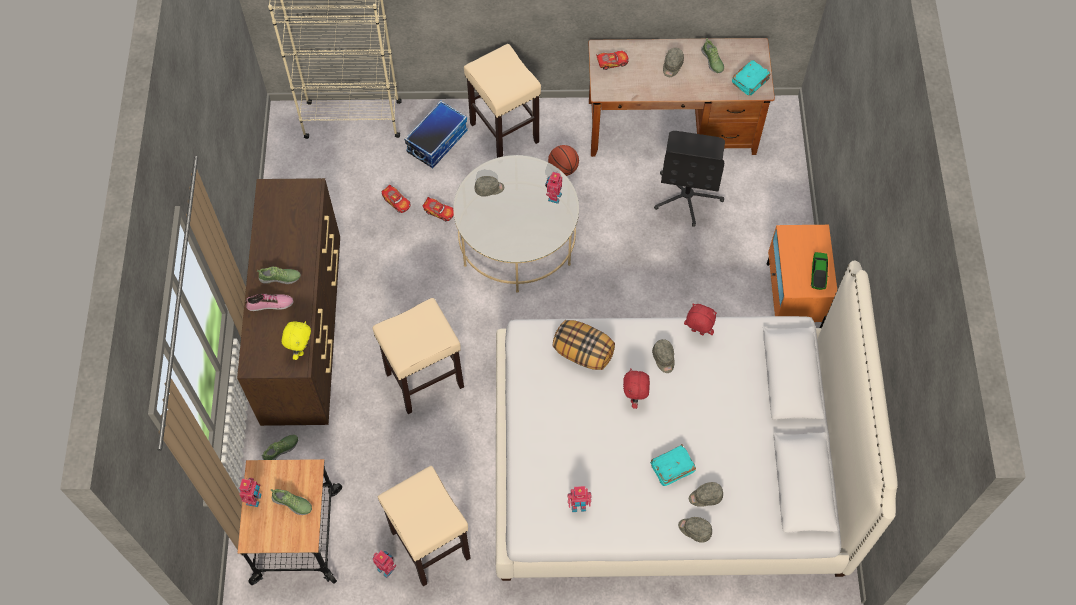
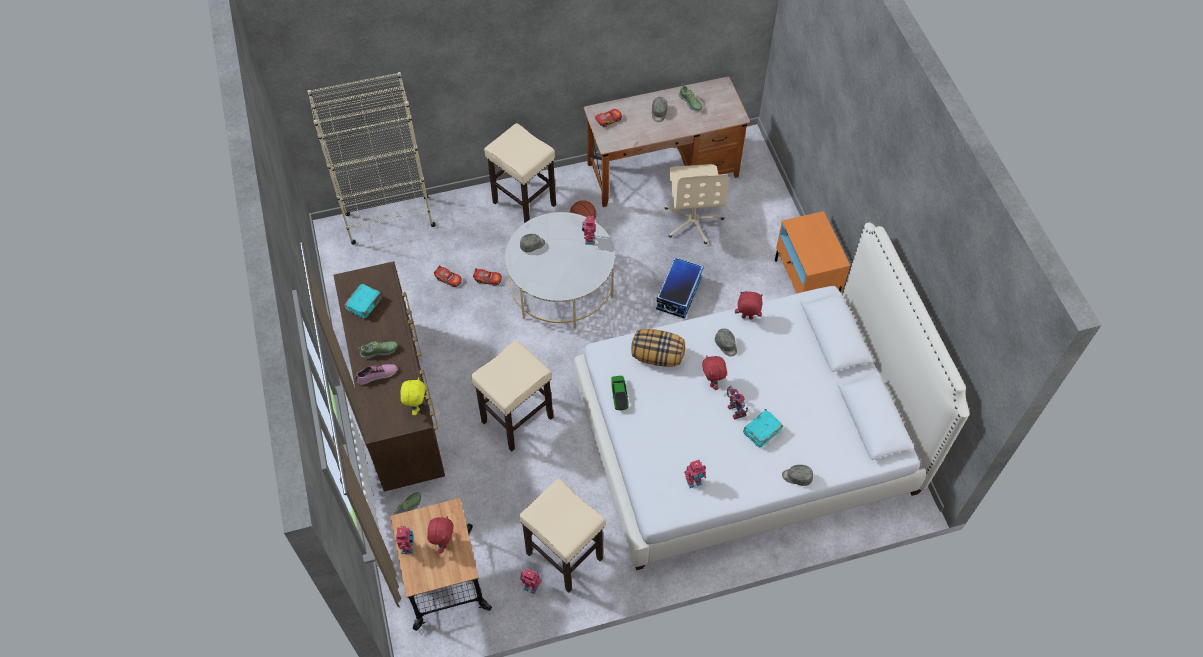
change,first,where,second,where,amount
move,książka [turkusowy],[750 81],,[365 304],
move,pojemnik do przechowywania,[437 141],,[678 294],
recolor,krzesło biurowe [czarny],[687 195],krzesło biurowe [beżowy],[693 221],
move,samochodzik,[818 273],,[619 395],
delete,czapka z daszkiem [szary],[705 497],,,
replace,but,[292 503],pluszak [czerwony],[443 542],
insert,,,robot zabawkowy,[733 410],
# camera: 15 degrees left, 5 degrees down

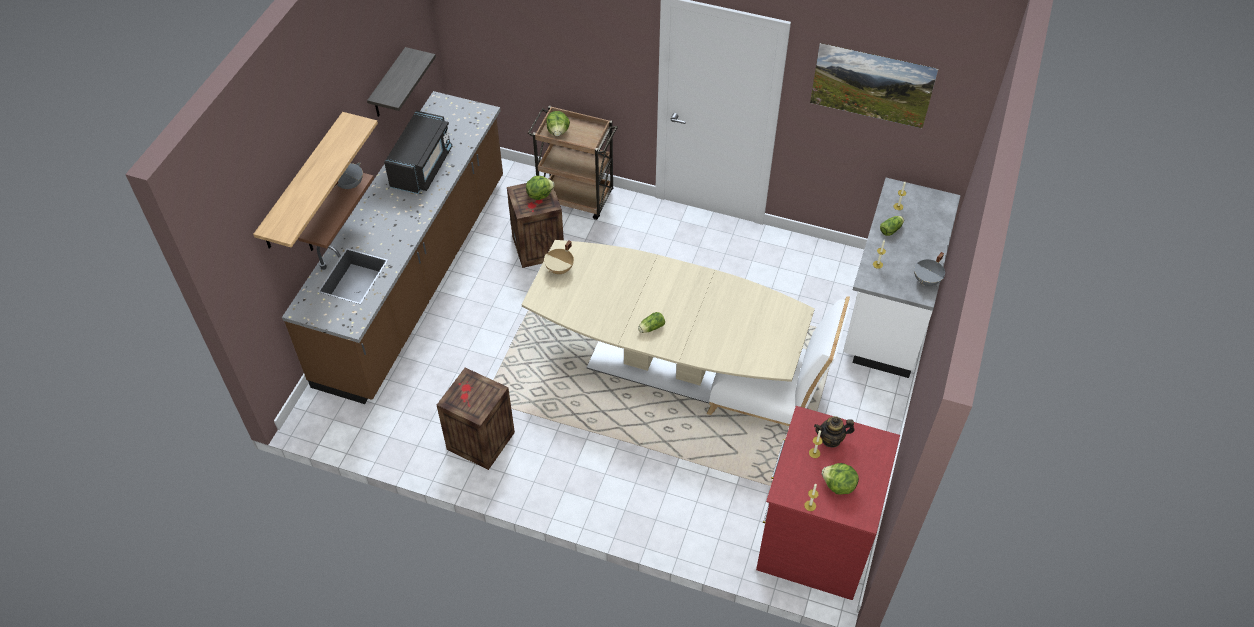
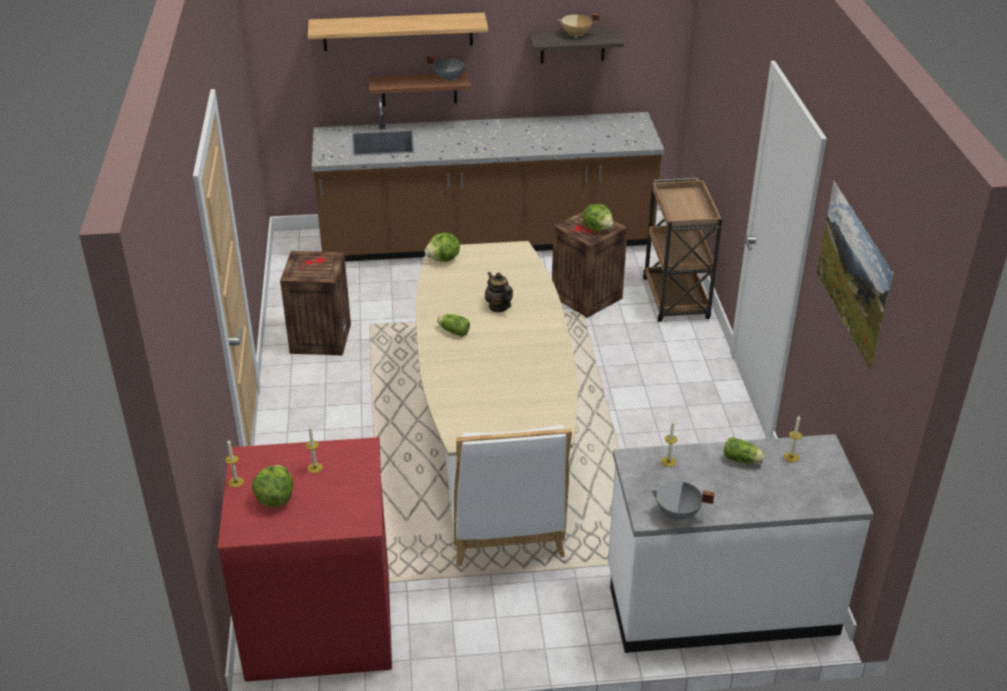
change,first,where,second,where,amount
delete,mikrofalówka [czarny],[422 167],,,
move,sałata,[558 131],,[443 259],
move,garnek [beżowy],[560 269],,[576 35],
move,imbryk,[831 439],,[498 306],
# camera: 65 degrees right, 15 degrees down

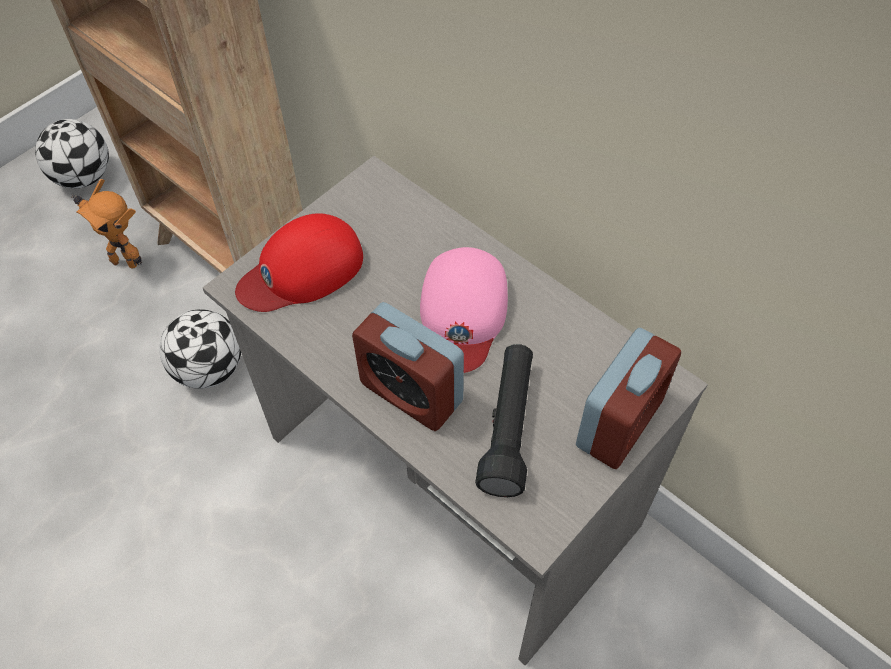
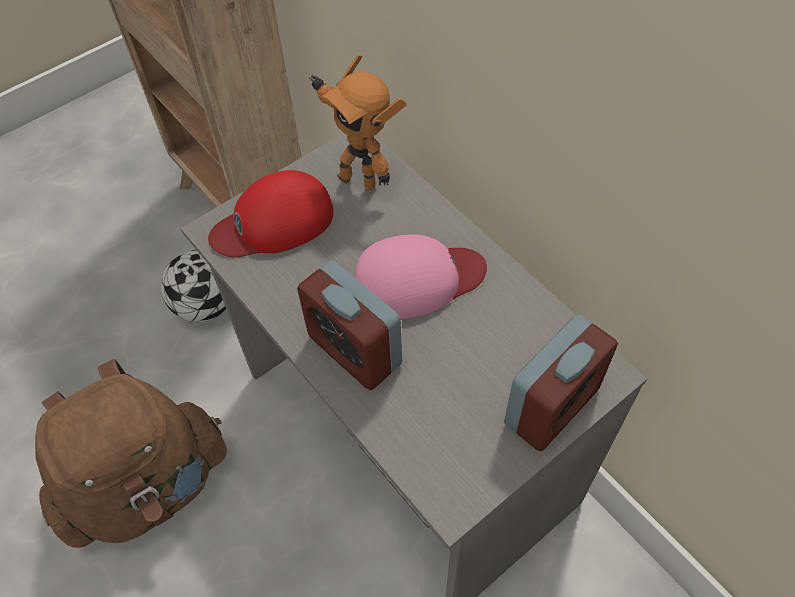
change,first,where,second,where,amount
delete,piłka futbolowa,[84 177],,,
move,robot zabawkowy,[126 260],,[359 178],
rotate,czapka z daszkiem [różowy],[463 313],,[417 280],120 degrees counterclockwise
delete,latarka [czarny],[508 427],,,
insert,,,plecak [brązowy],[149 486],
# camera: 10 degrees right, 0 degrees up

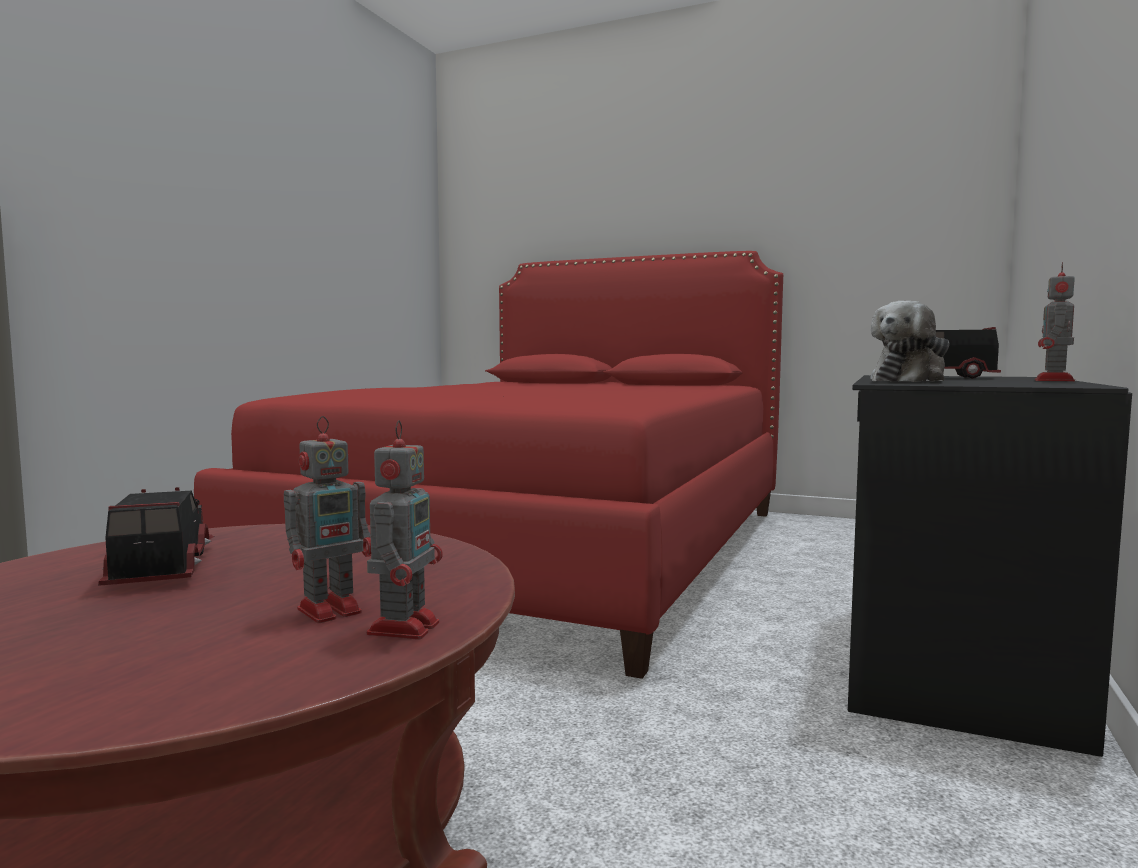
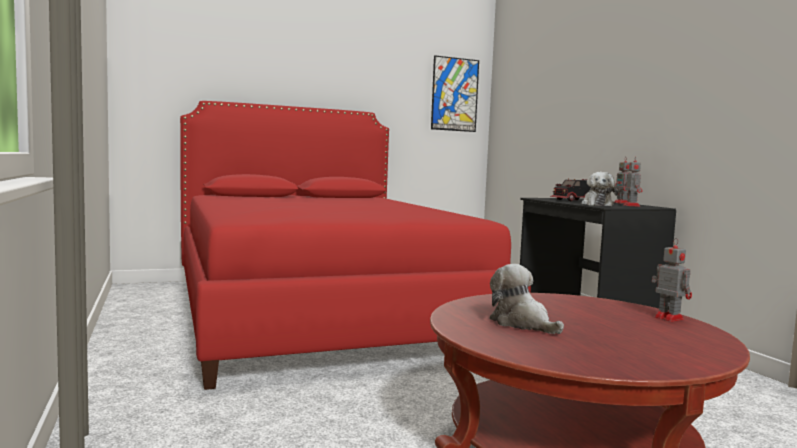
change,first,where,second,where,amount
move,robot zabawkowy,[332 610],,[631 205],
replace,ciężarówka zabawkowa,[159 568],pluszak,[522 324],
insert,,,obraz,[454 94],
# camera: 45 degrees left, 0 degrees up

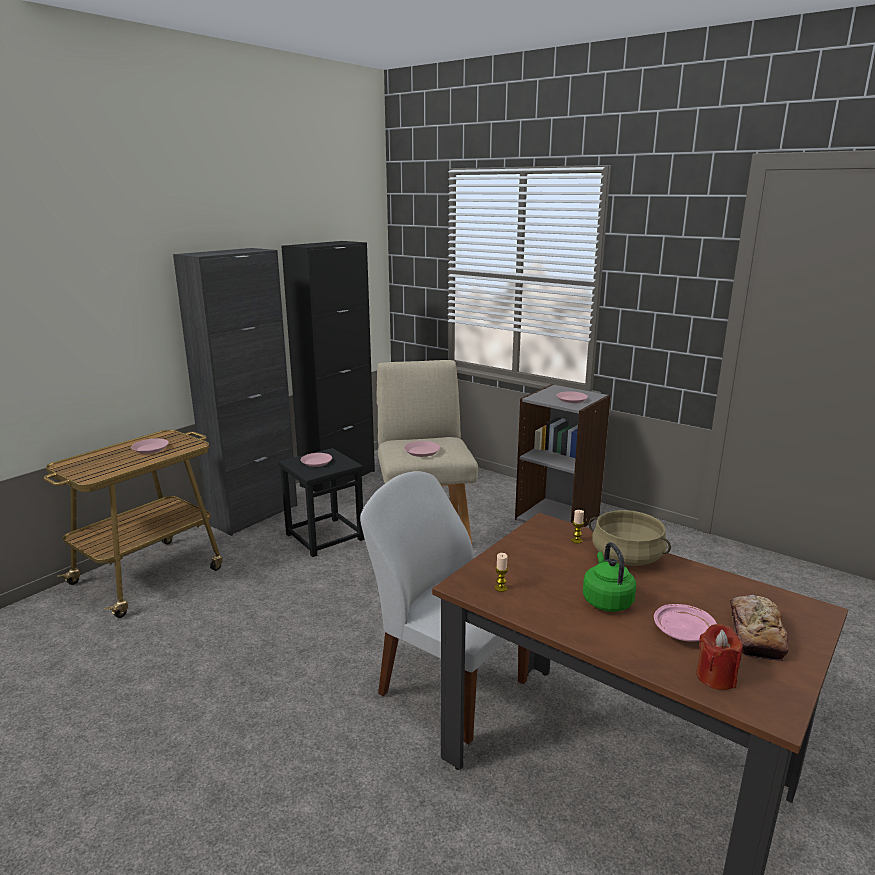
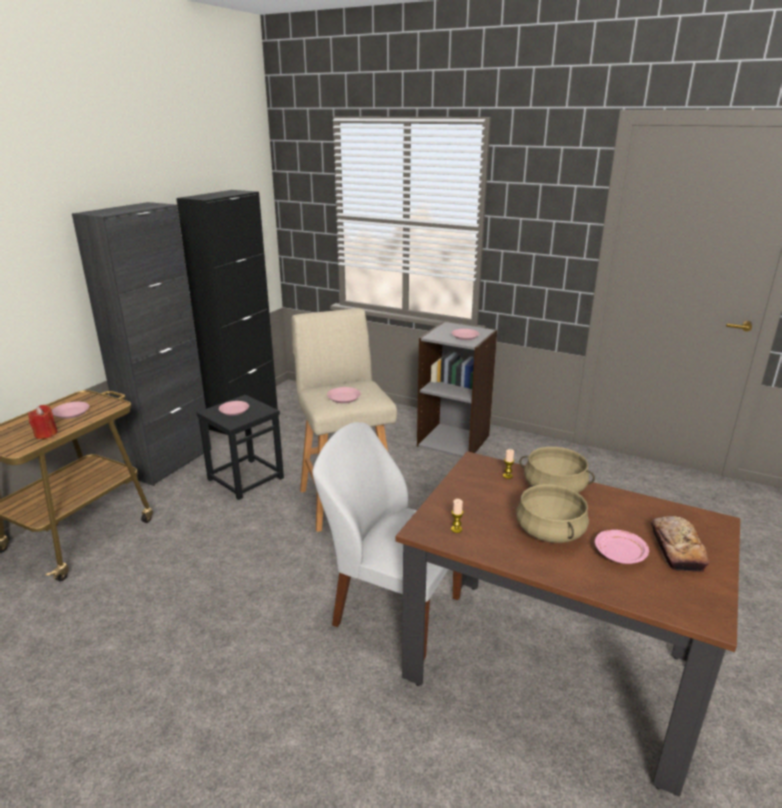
change,first,where,second,where,amount
replace,czajnik [zielony],[606 600],garnek [beżowy],[549 531],
move,świeca [czerwony],[715 677],,[46 434],
# camera: 10 degrees left, 5 degrees up

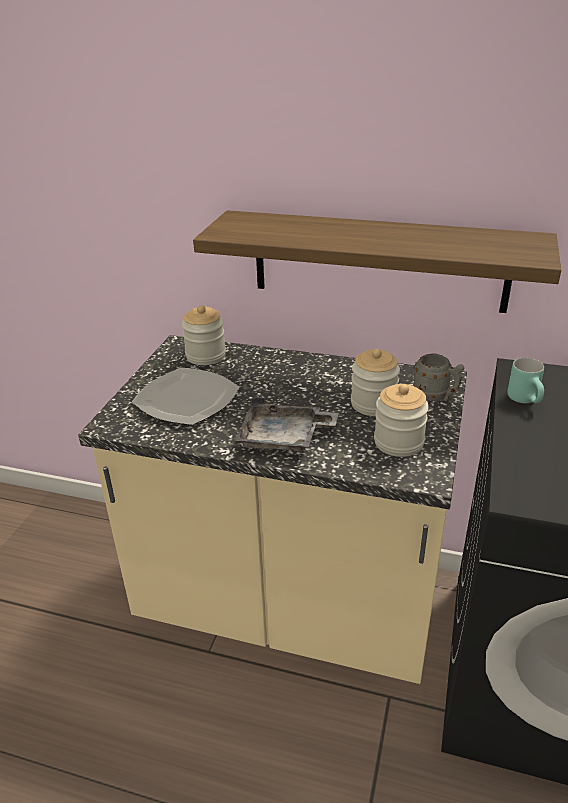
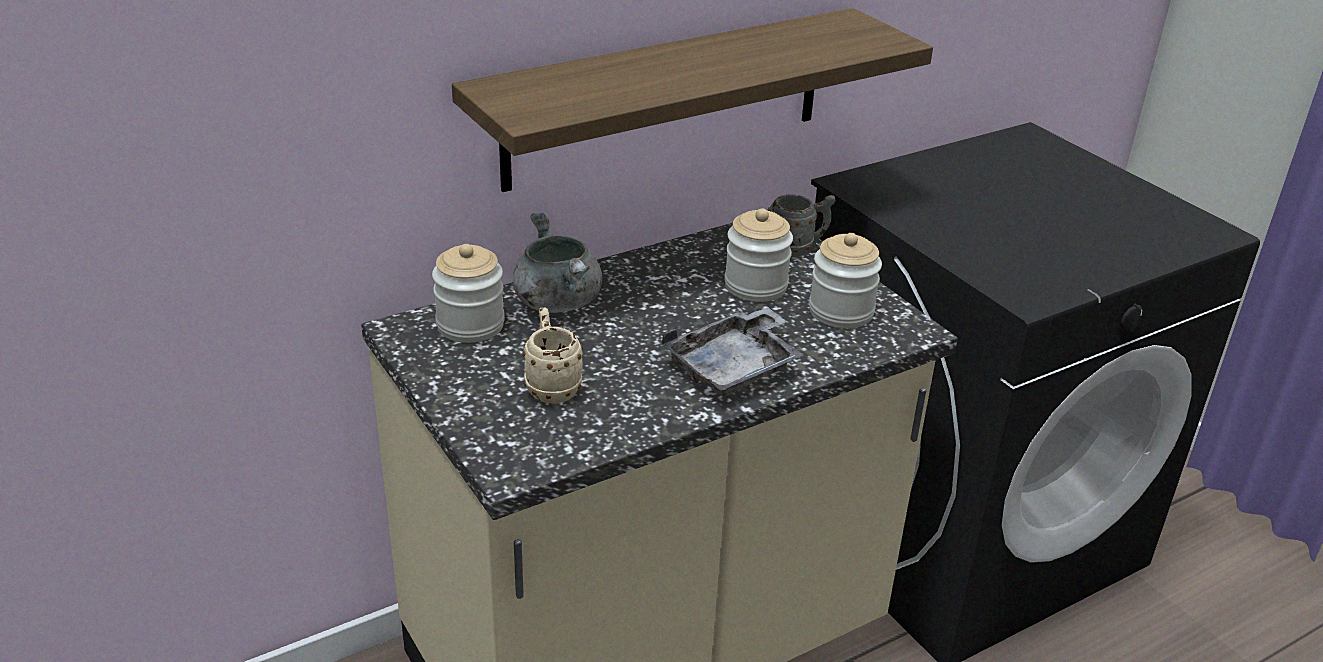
change,first,where,second,where,amount
delete,kubek [turkusowy],[527 400],,,
replace,talerz,[188 399],kubek [beżowy],[551 386],
insert,,,garnek [szary],[555 301],
# camera: 50 degrees left, 0 degrees up

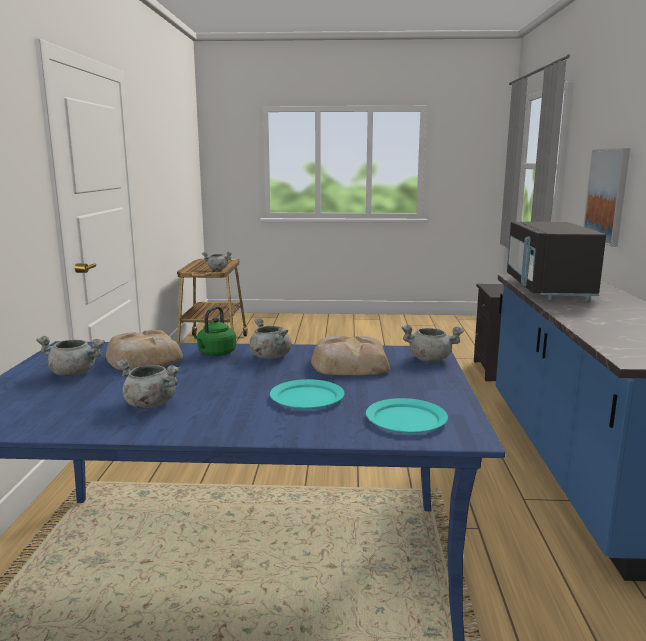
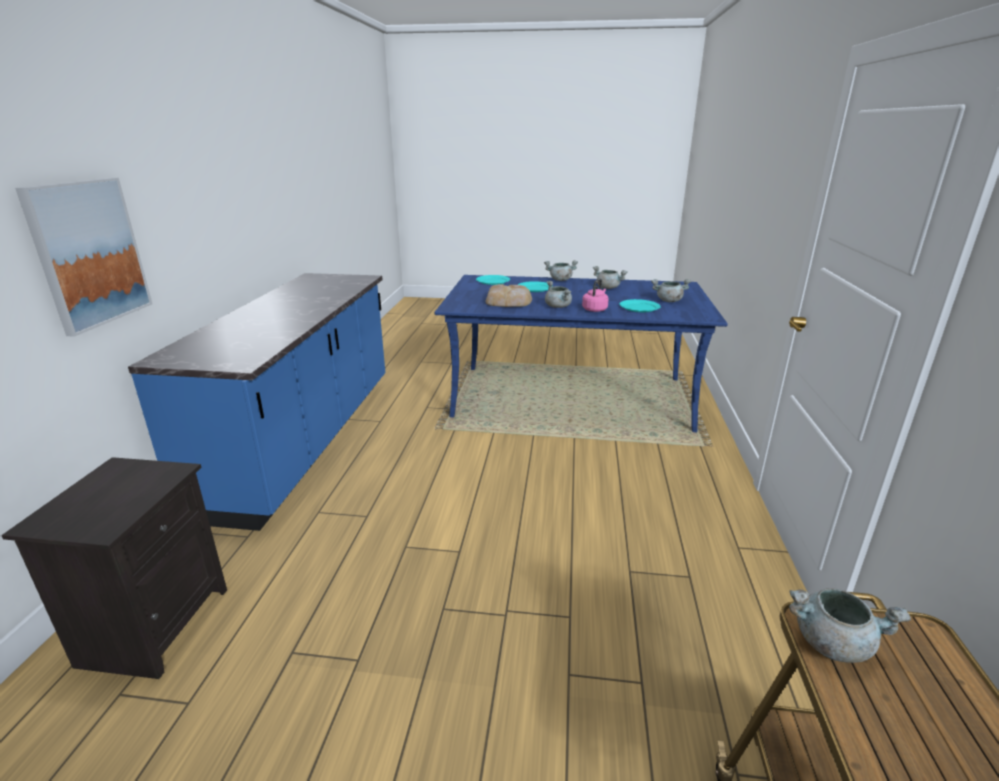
change,first,where,second,where,amount
delete,mikrofalówka [czarny],[548 289],,,
recolor,czajnik [zielony],[215 354],czajnik [różowy],[595 309],
move,garnek [szary],[430 359],,[560 280],
replace,chleb,[143 359],talerz [turkusowy],[639 307],
# camera: 175 degrees left, 10 degrees up

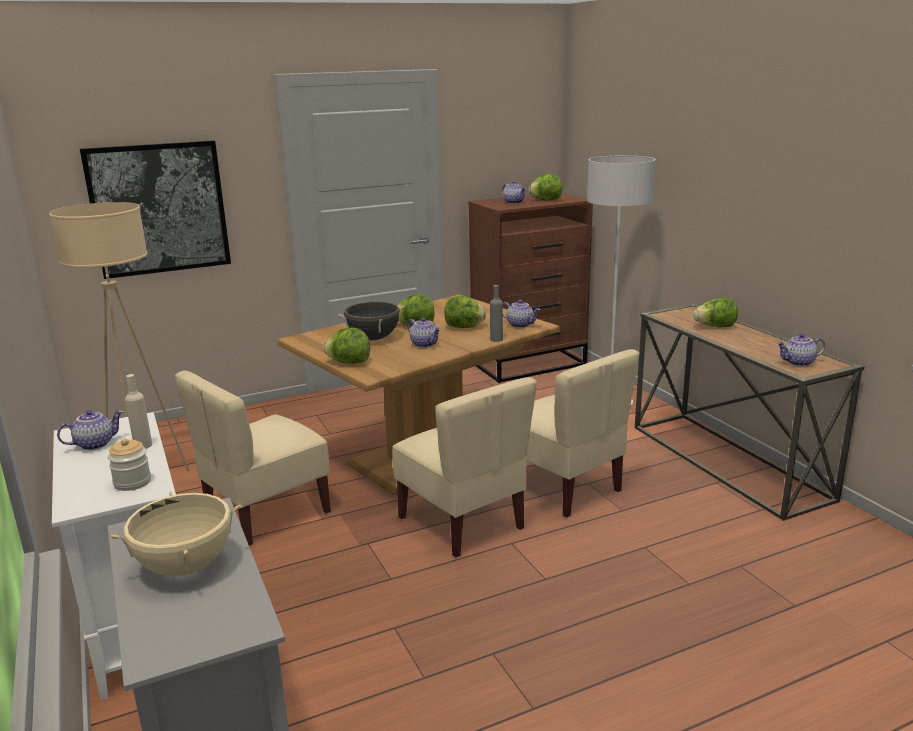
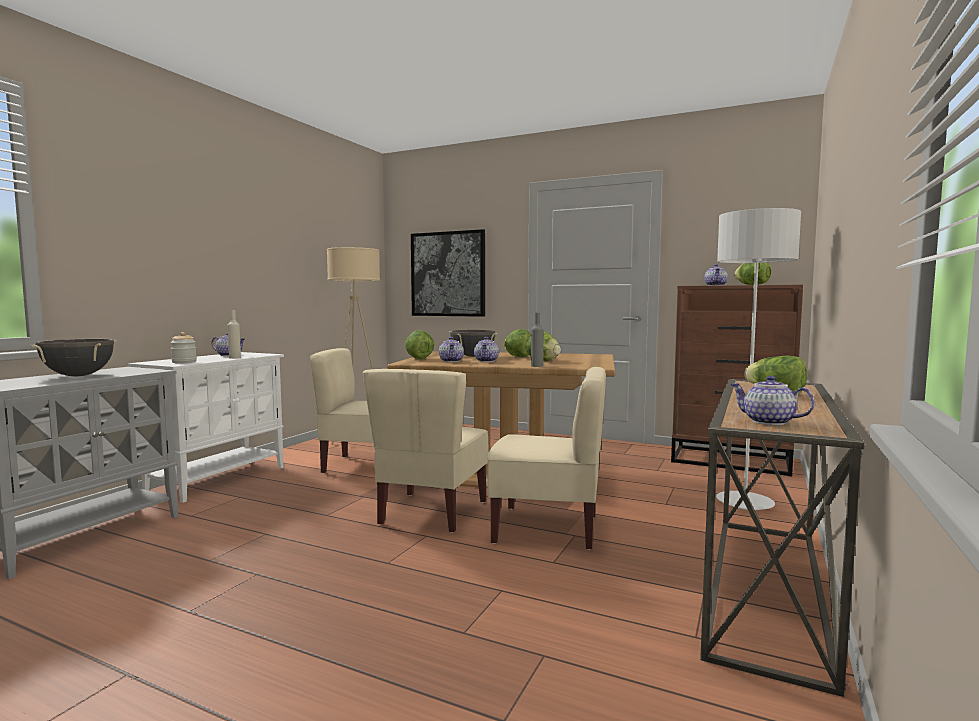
change,first,where,second,where,amount
move,imbryk,[520 325],,[452 361],
rotate,krzesło [beżowy],[563 488],,[547 529],90 degrees counterclockwise
recolor,garnek [beżowy],[185 566],garnek [czarny],[78 376],
# camera: 50 degrees right, 15 degrees down

